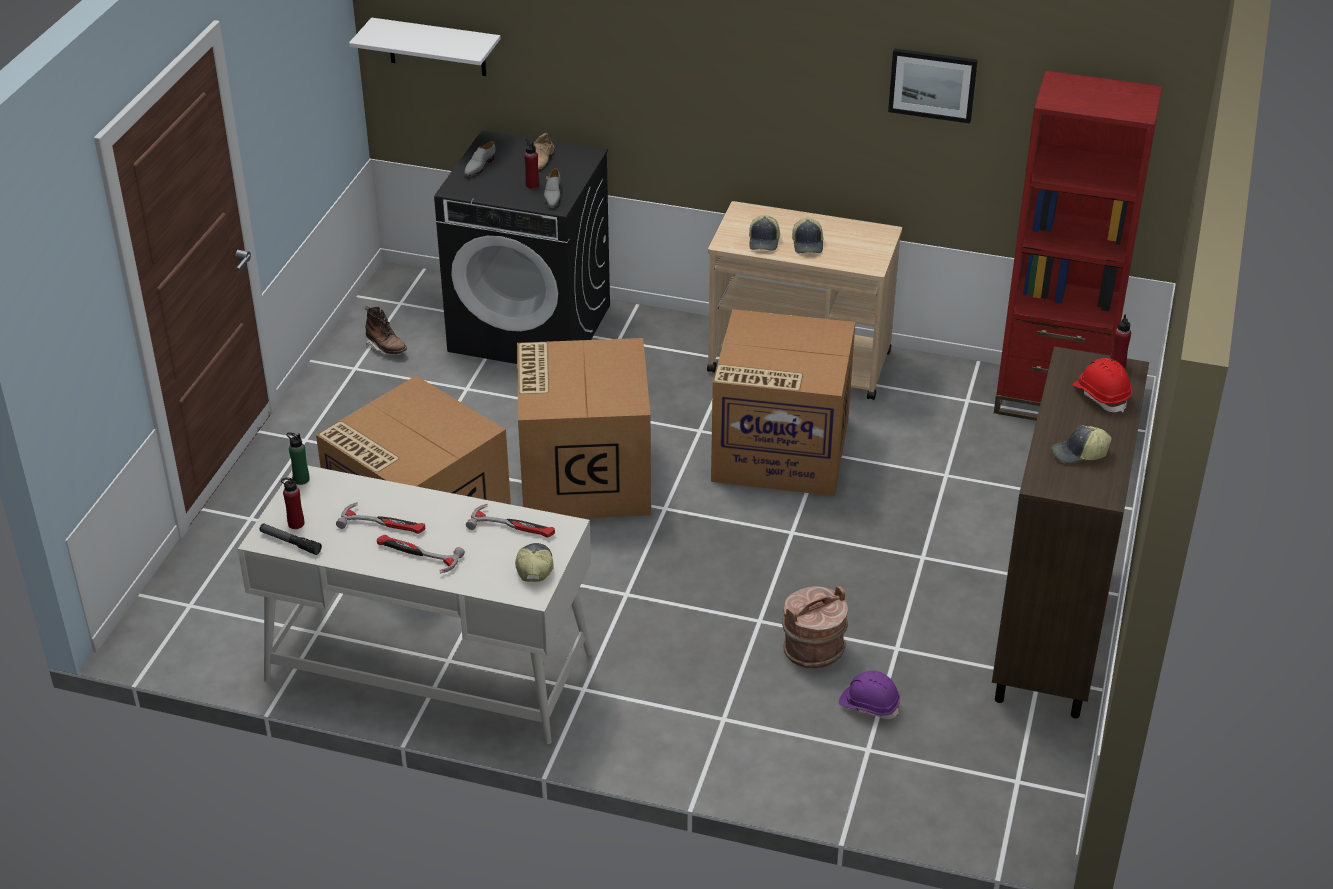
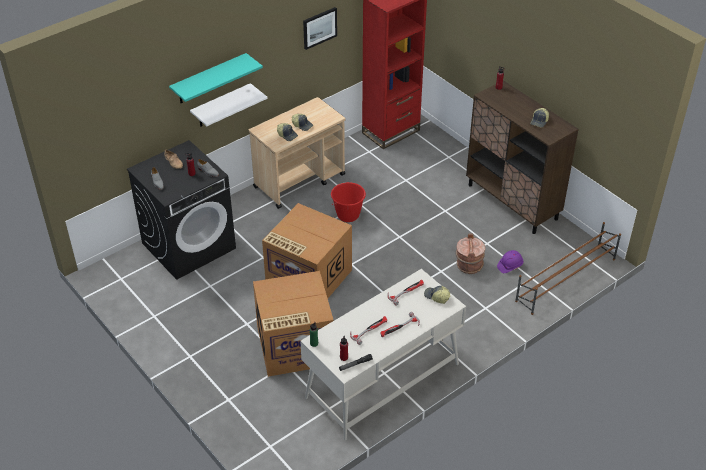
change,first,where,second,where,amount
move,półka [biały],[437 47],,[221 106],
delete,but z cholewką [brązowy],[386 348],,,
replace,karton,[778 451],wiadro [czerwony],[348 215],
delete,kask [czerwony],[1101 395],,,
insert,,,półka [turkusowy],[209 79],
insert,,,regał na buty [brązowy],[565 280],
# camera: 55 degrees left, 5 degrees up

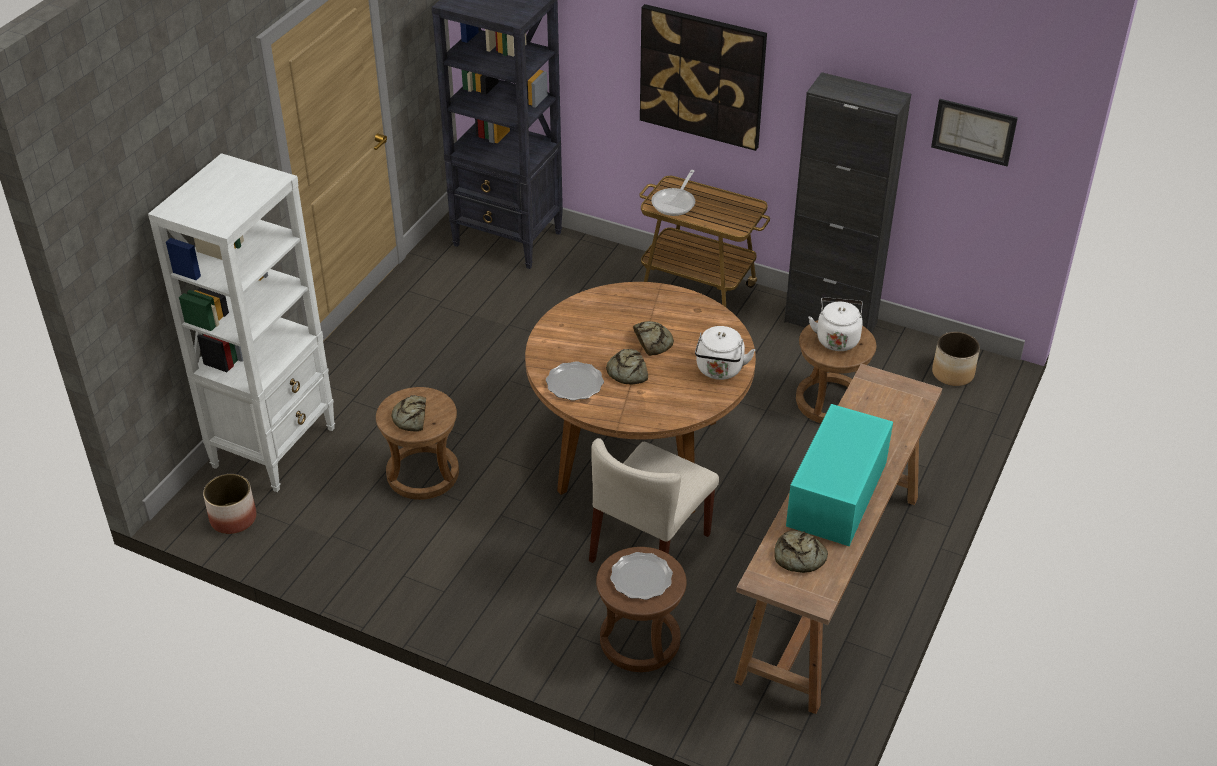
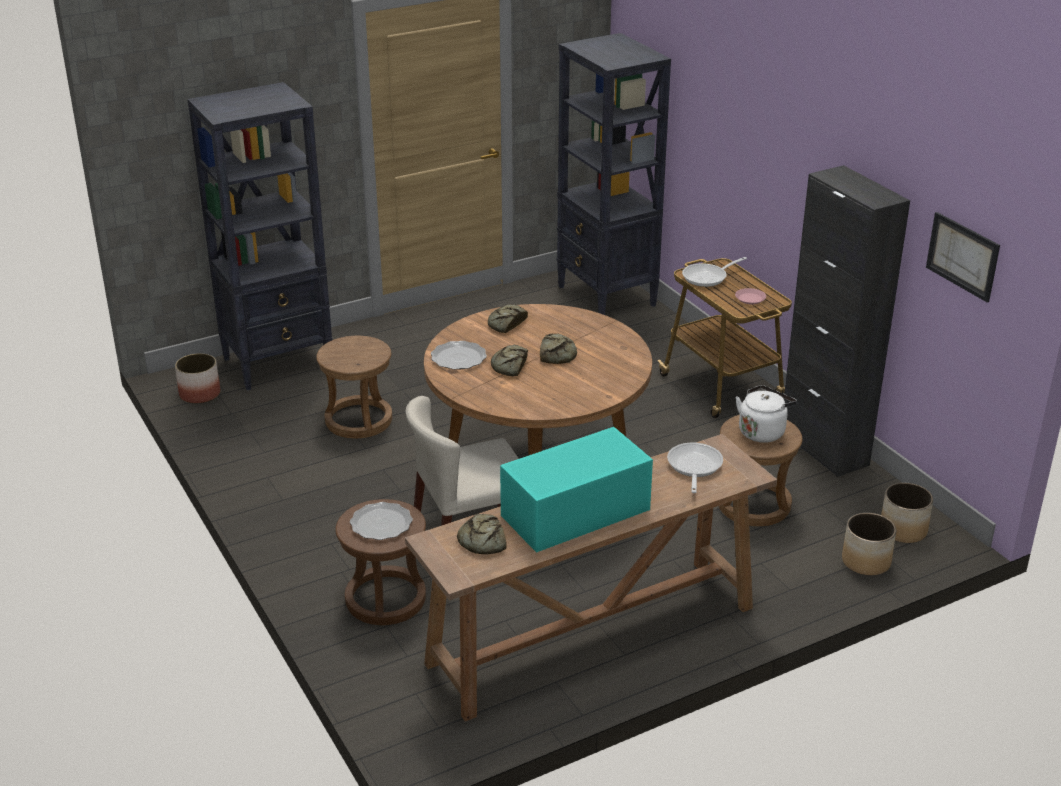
change,first,where,second,where,amount
delete,obraz,[702 76],,,
recolor,regał [biały],[275 447],regał [czarny],[279 363],
delete,czajnik [biały],[719 370],,,
move,chleb,[411 418],,[506 323],
insert,,,talerz [różowy],[750 299],
insert,,,patelnia,[694 467],
insert,,,donica,[865 561],
# camera: 35 degrees right, 10 degrees down

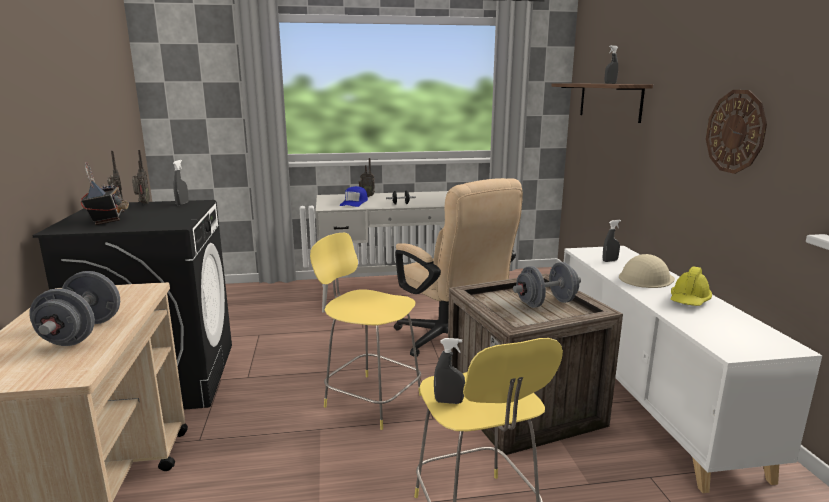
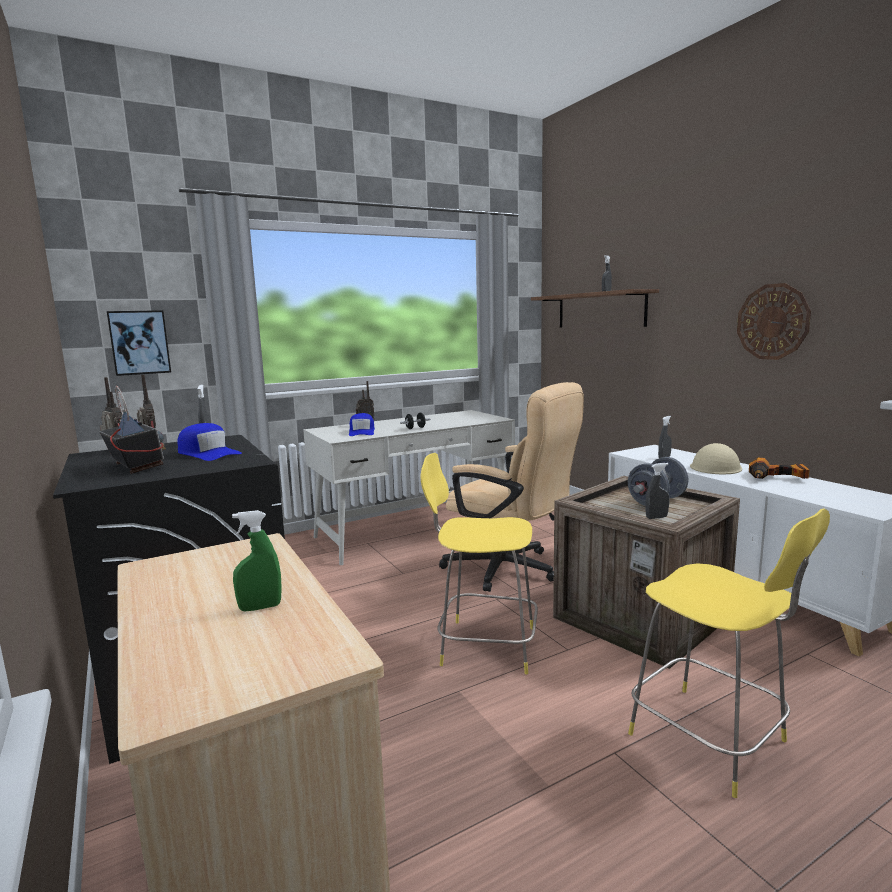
change,first,where,second,where,amount
replace,kask [żółty],[689 300],wiertarka,[777 479],
replace,hantel [szary],[82 333],spryskiwacz [zielony],[260 607],
move,spryskiwacz [szary],[449 401],,[656 517],
insert,,,obraz,[139 342],
insert,,,czapka z daszkiem [niebieski],[208 453],
# camera: 20 degrees left, 5 degrees down

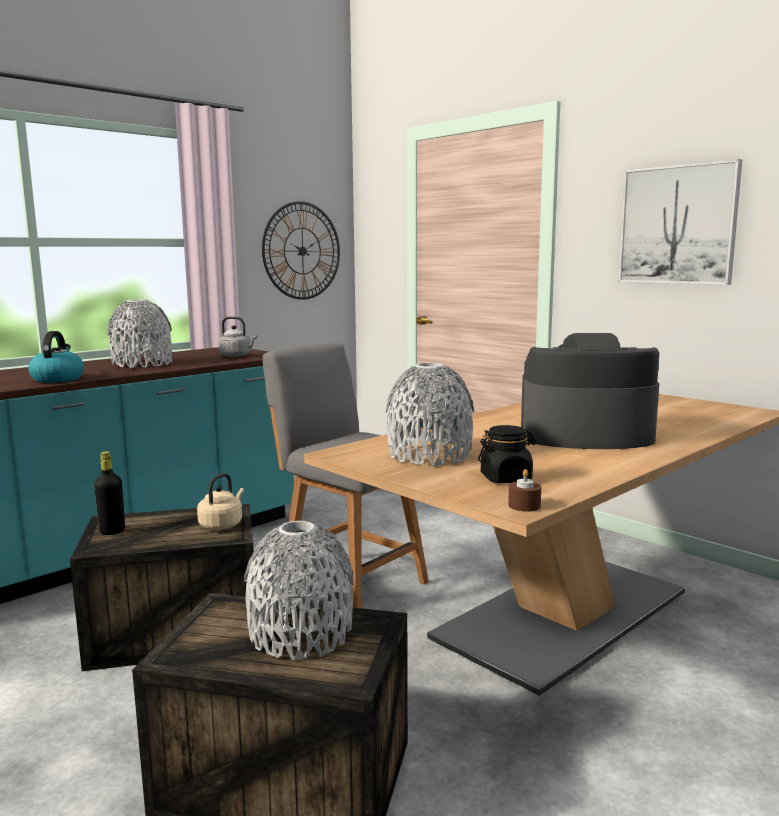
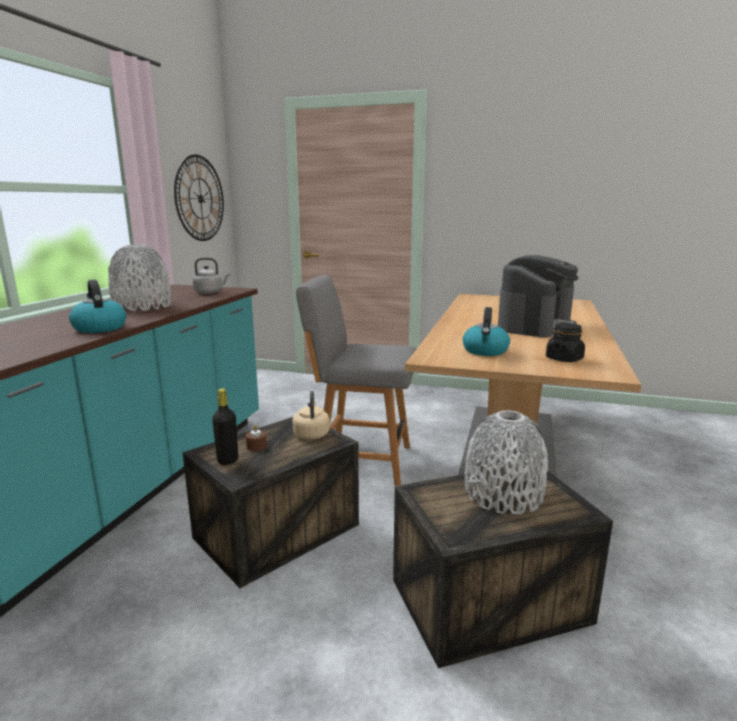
change,first,where,second,where,amount
delete,obraz,[677 225],,,
rotate,ekspres do kawy,[585 435],,[535 326],150 degrees clockwise
replace,wazon [szary],[429 455],czajnik,[485 351],
move,świeca [brązowy],[524 506],,[256 446],
# camera: 30 degrees left, 5 degrees up

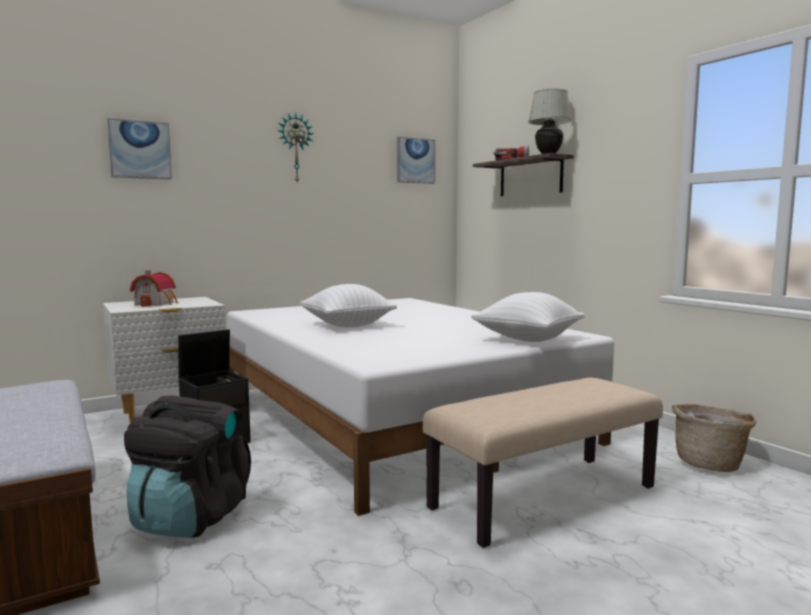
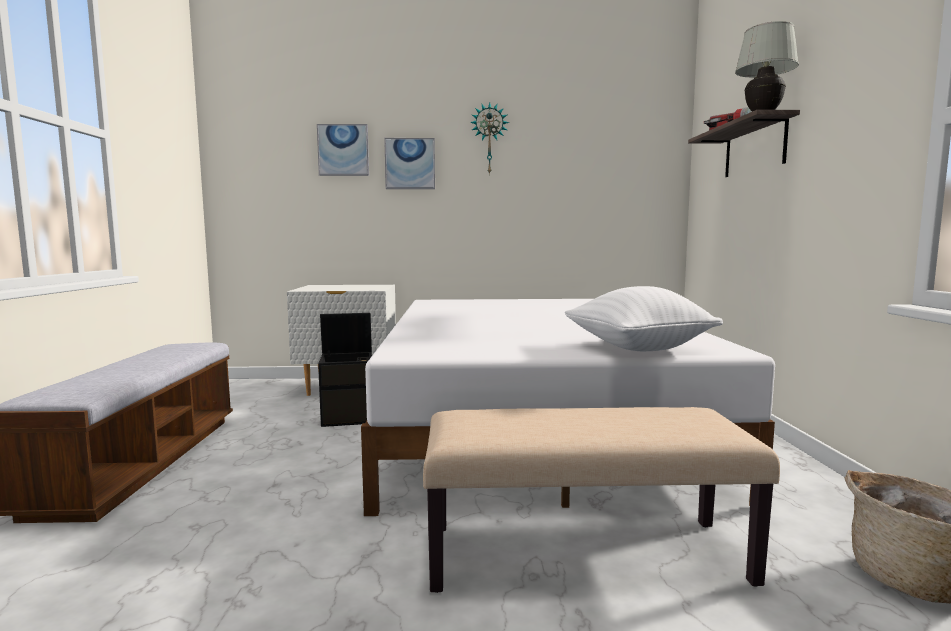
change,first,where,second,where,amount
move,obraz,[415 160],,[410 164],
delete,domek,[157 303],,,
delete,poduszka [biały],[347 325],,,
delete,plecak [czarny],[190 517],,,
# camera: 30 degrees right, 0 degrees up

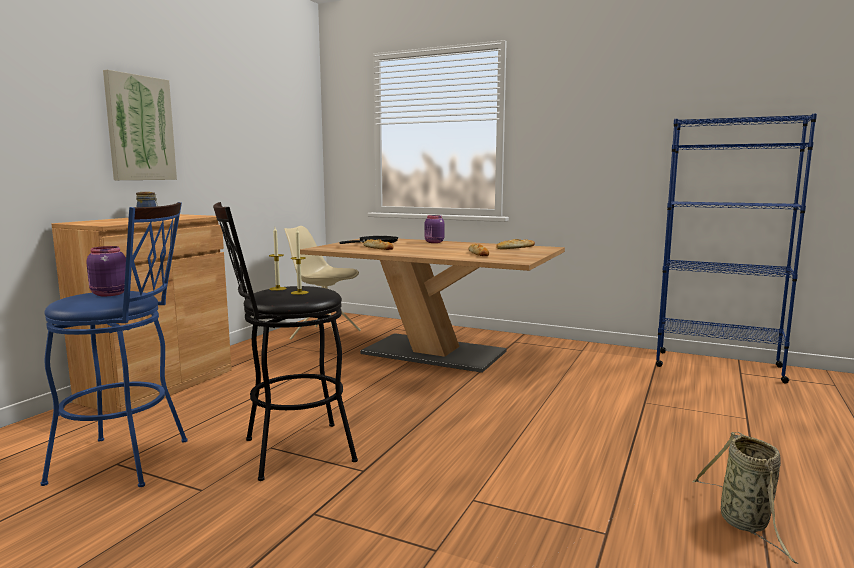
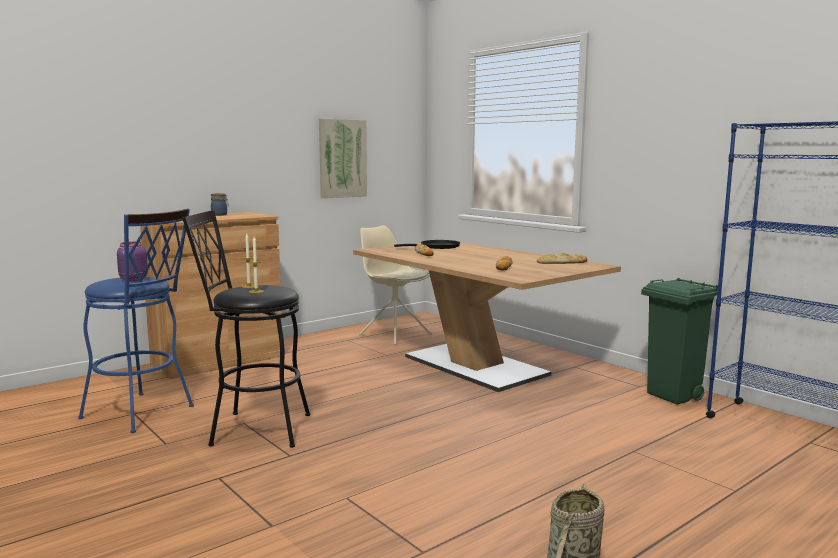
change,first,where,second,where,amount
move,obraz,[140 128],,[342 158],
delete,słoik [fioletowy],[434 242],,,
insert,,,kosz na śmieci [zielony],[673 396],
# camera: 25 degrees right, 0 degrees up

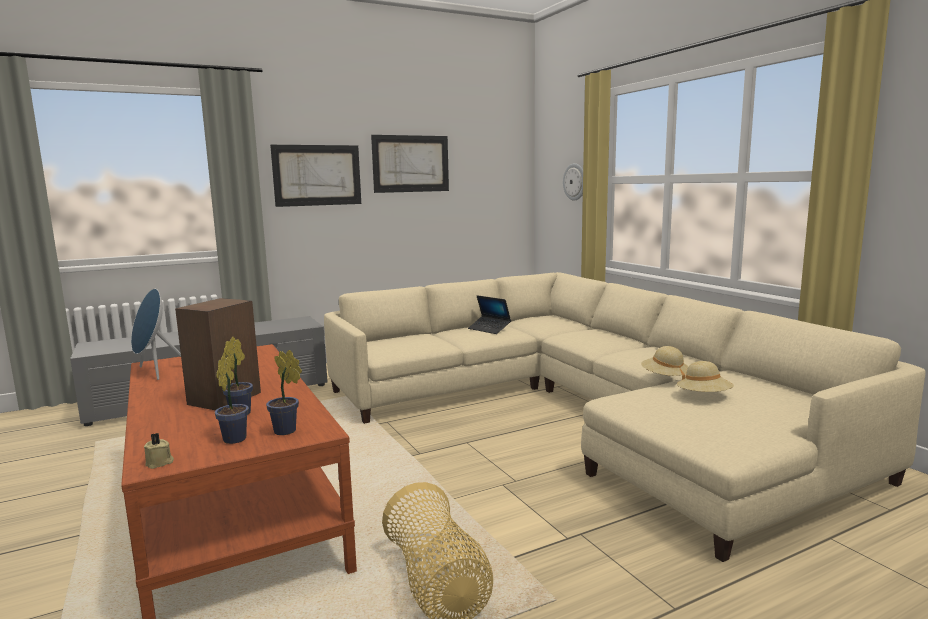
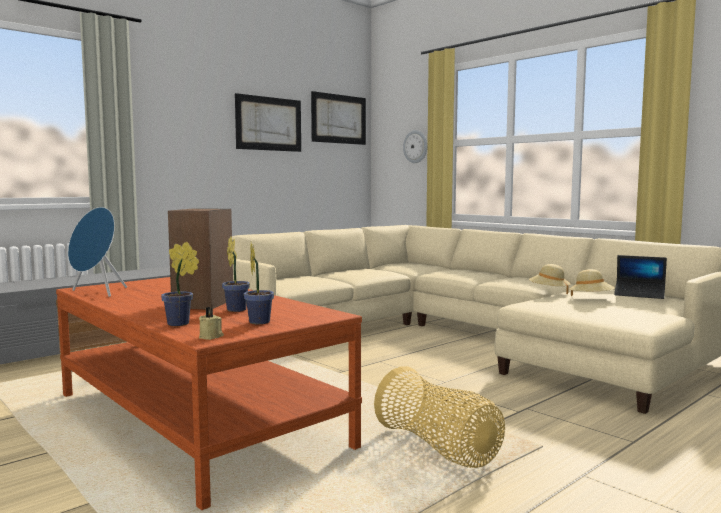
change,first,where,second,where,amount
move,obraz,[317 175],,[339 119],
move,laptop,[489 329],,[639 294],
move,roślina doniczkowa,[287 431],,[181 324],
# camera: 15 degrees left, 5 degrees down

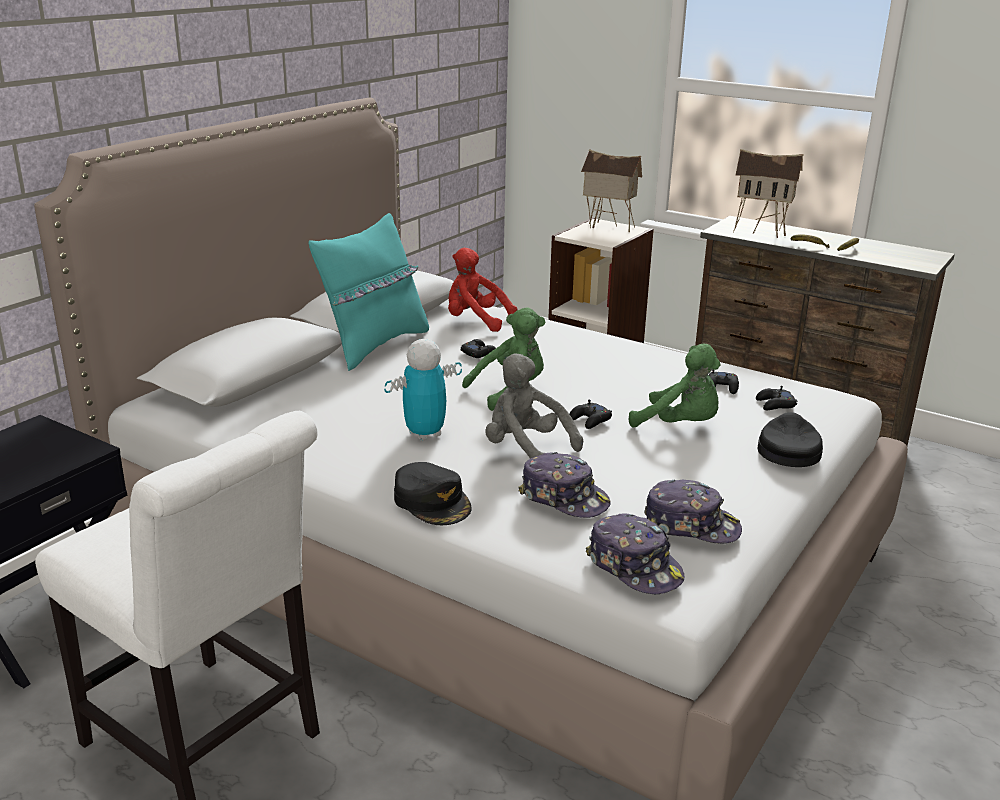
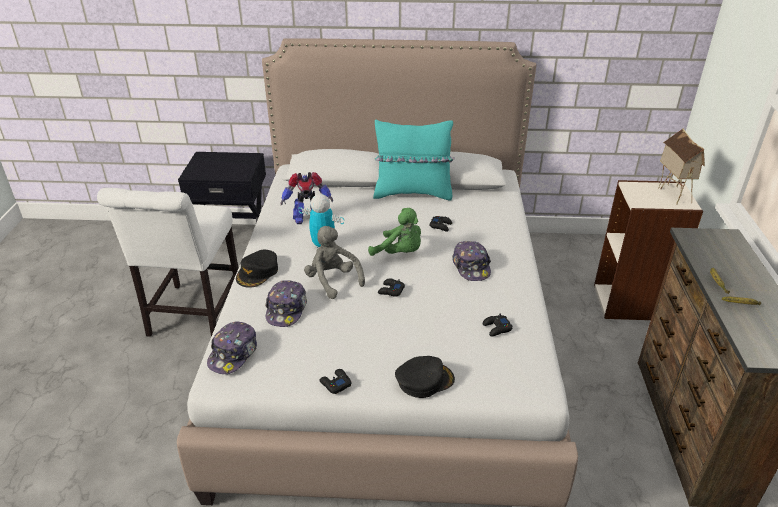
change,first,where,second,where,amount
delete,domek,[761 232],,,
delete,pluszak [czerwony],[475 321],,,
delete,pluszak [zielony],[680 425],,,
rotate,pluszak [szary],[526 449],,[333 280],45 degrees counterclockwise
move,pad do gier [czarny],[775 404],,[335 384],
move,czapka z daszkiem,[691 525],,[471 267],
insert,,,robot zabawkowy,[307 218],
# camera: 60 degrees right, 10 degrees up

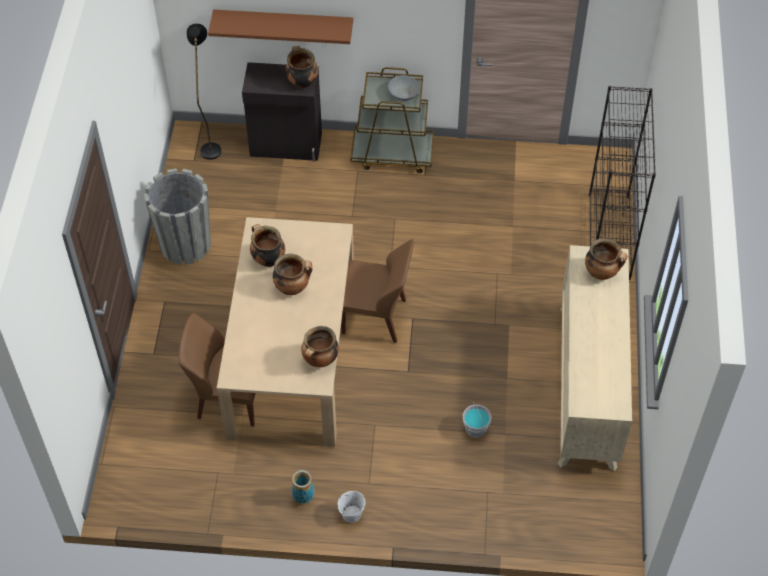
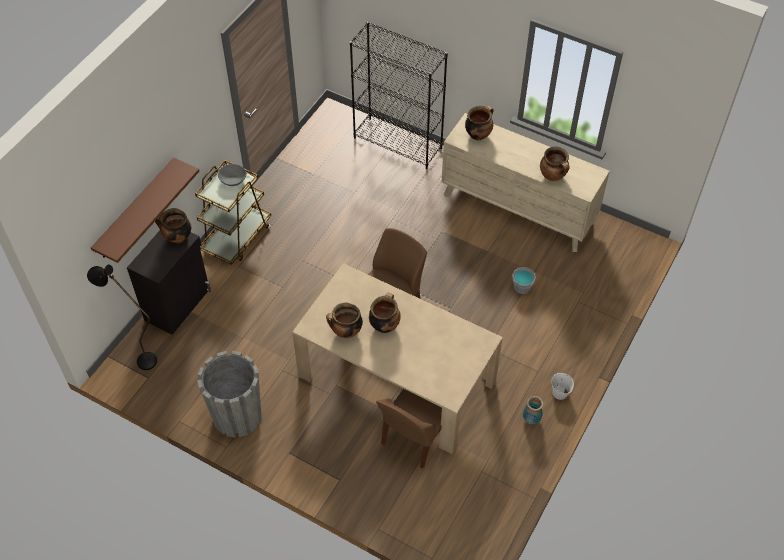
change,first,where,second,where,amount
move,garnek,[320 361],,[553 176],
# camera: 65 degrees left, 0 degrees up

